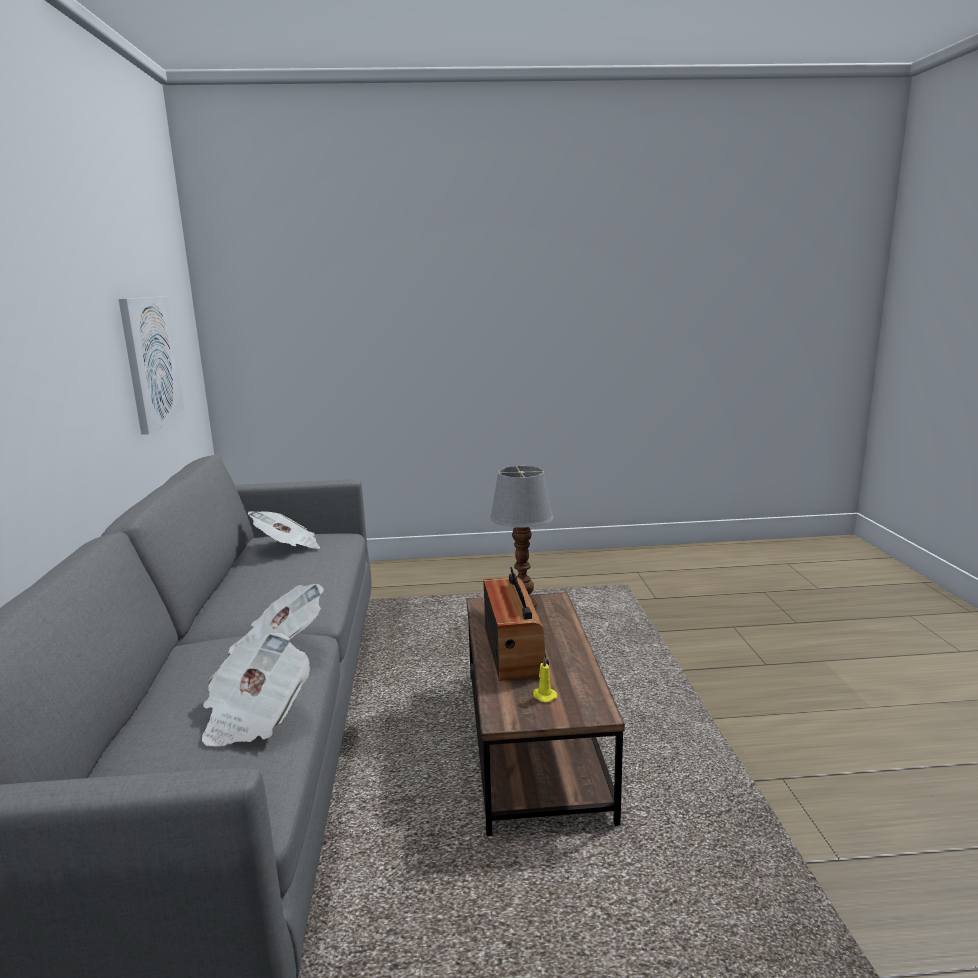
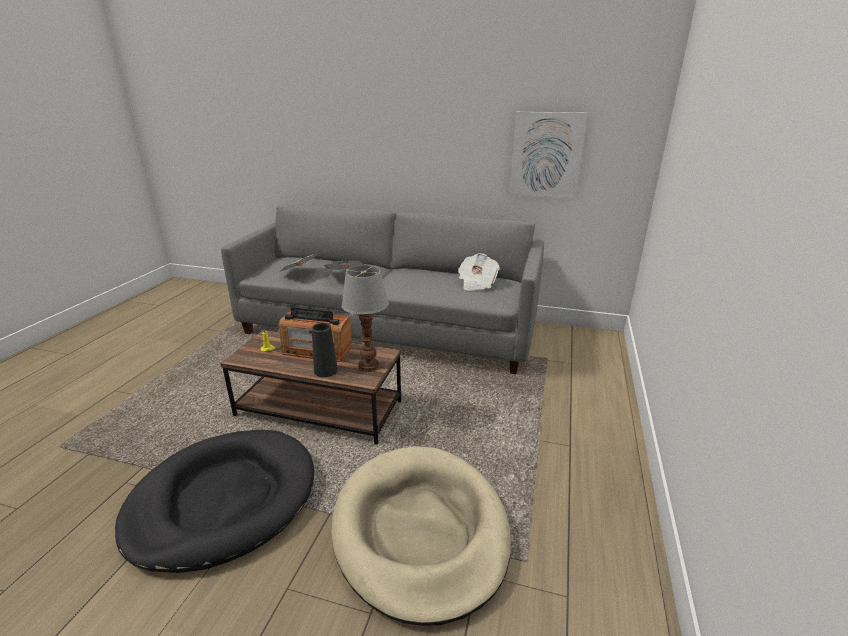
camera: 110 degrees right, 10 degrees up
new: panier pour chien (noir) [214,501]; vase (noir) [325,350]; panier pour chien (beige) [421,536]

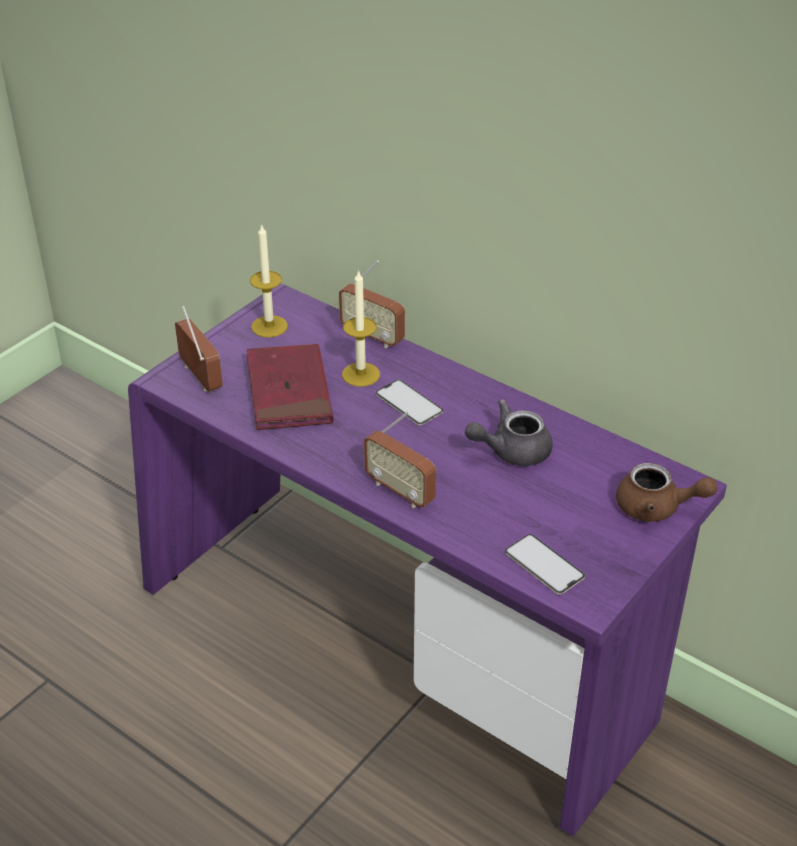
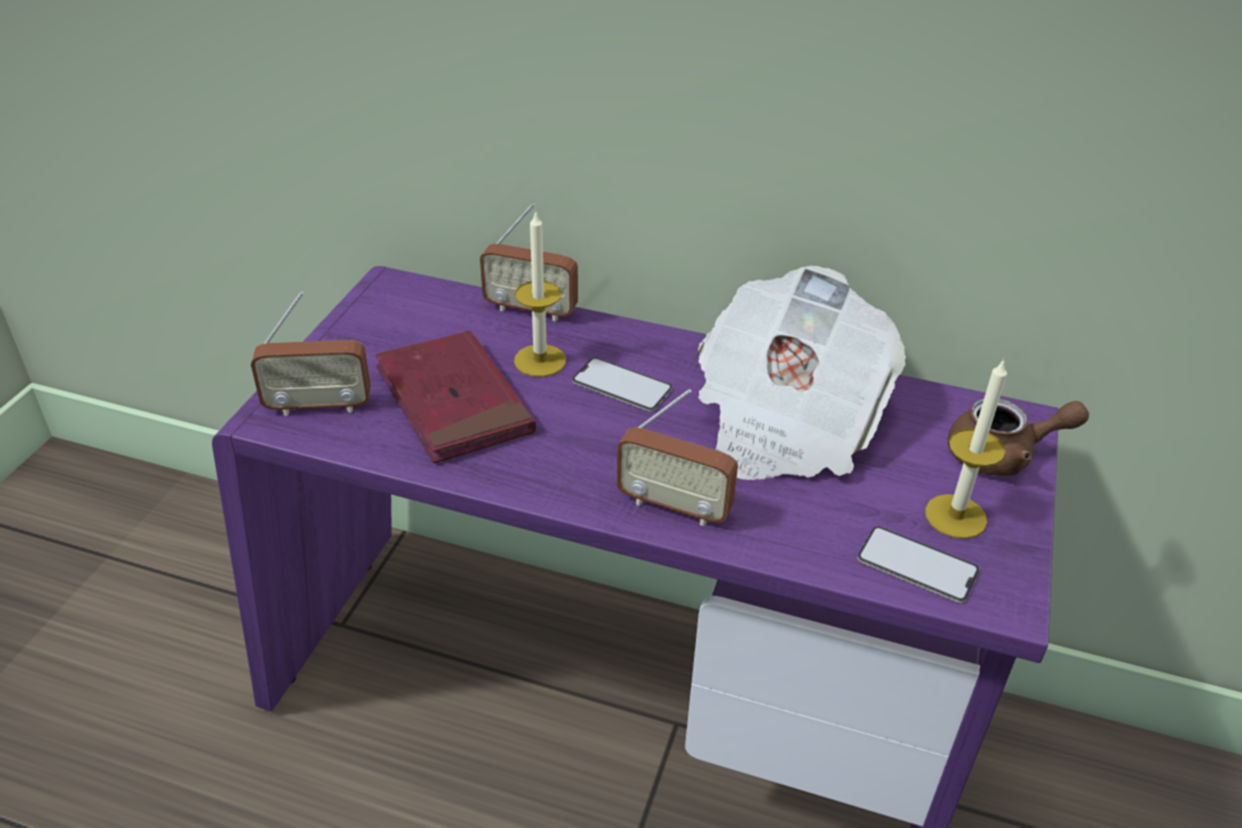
camera: 20 degrees left, 0 degrees up
shifted: bougie [269,281] to [966,448]
swapped: théière (gris) [509,432] to journal [801,373]
rotated: radio [199,348] = [311,353] 135 degrees clockwise

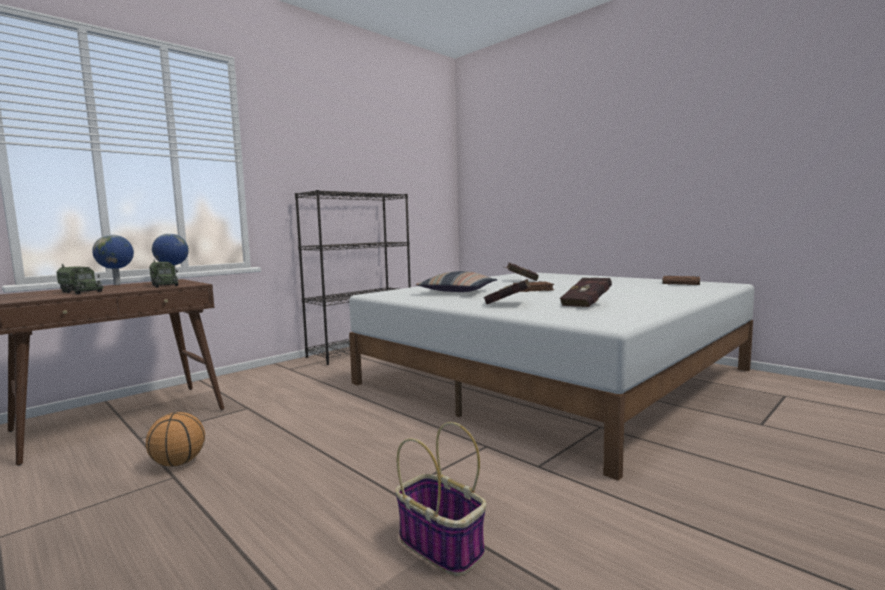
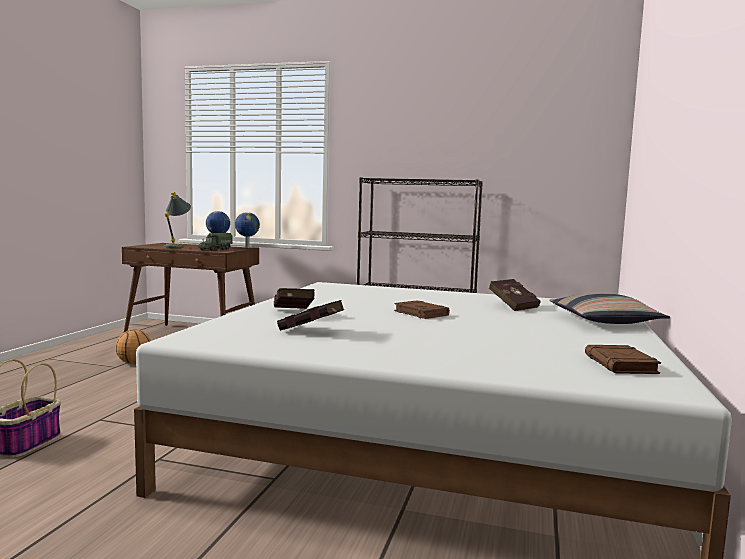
camera: 60 degrees right, 0 degrees up
shifted: coussin [456,281] to [610,308]
swapped: camion jouet [80,279] to lampe de table (gris) [177,220]

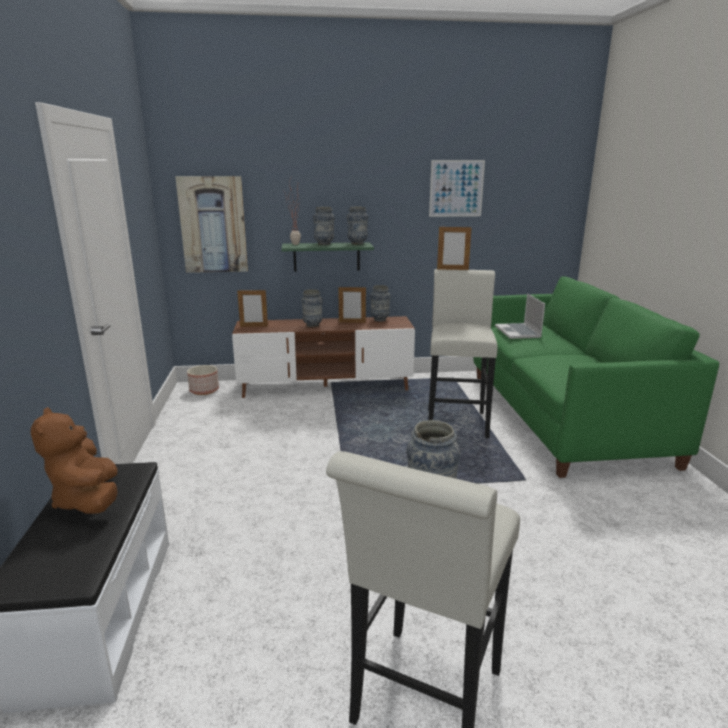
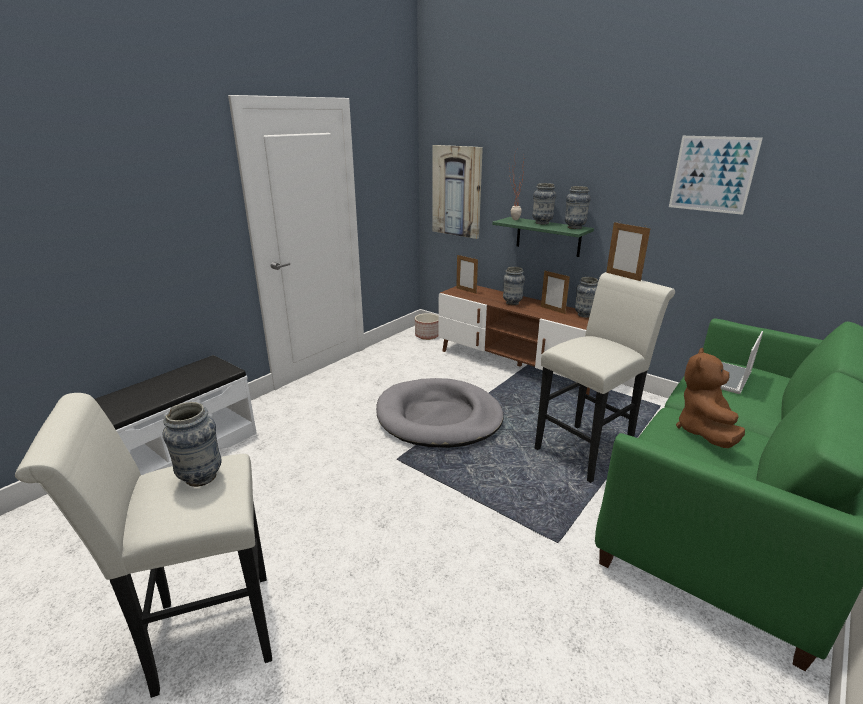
camera: 45 degrees right, 5 degrees up
new: panier pour chien (gris) [439,413]
shifted: peluche (marron) [74,460] to [710,398]

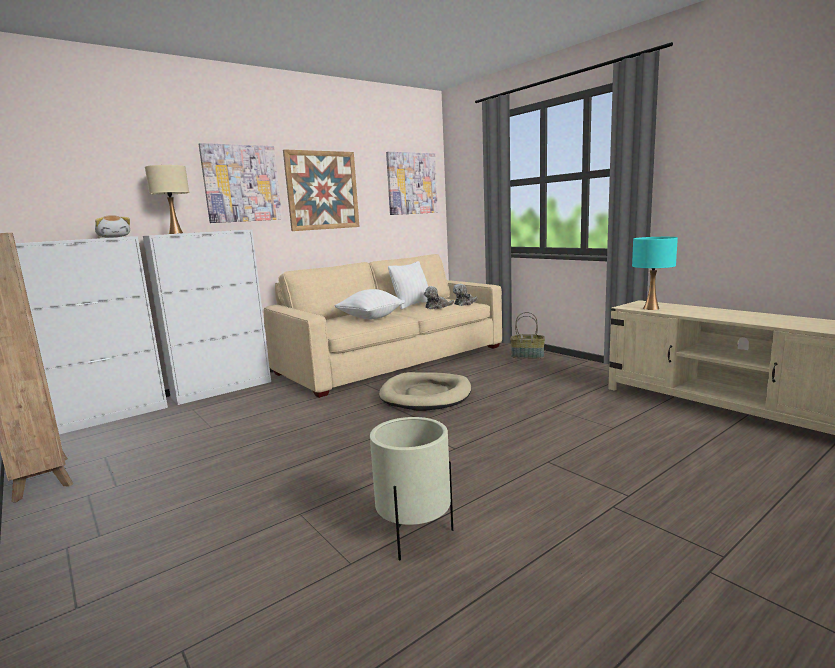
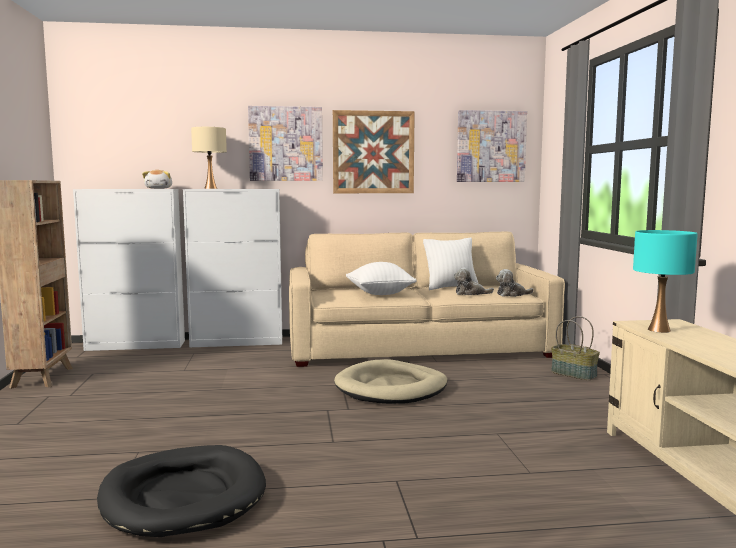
camera: 30 degrees right, 5 degrees down
swapped: cache-pot (beige) [411,488] to panier pour chien (noir) [181,491]

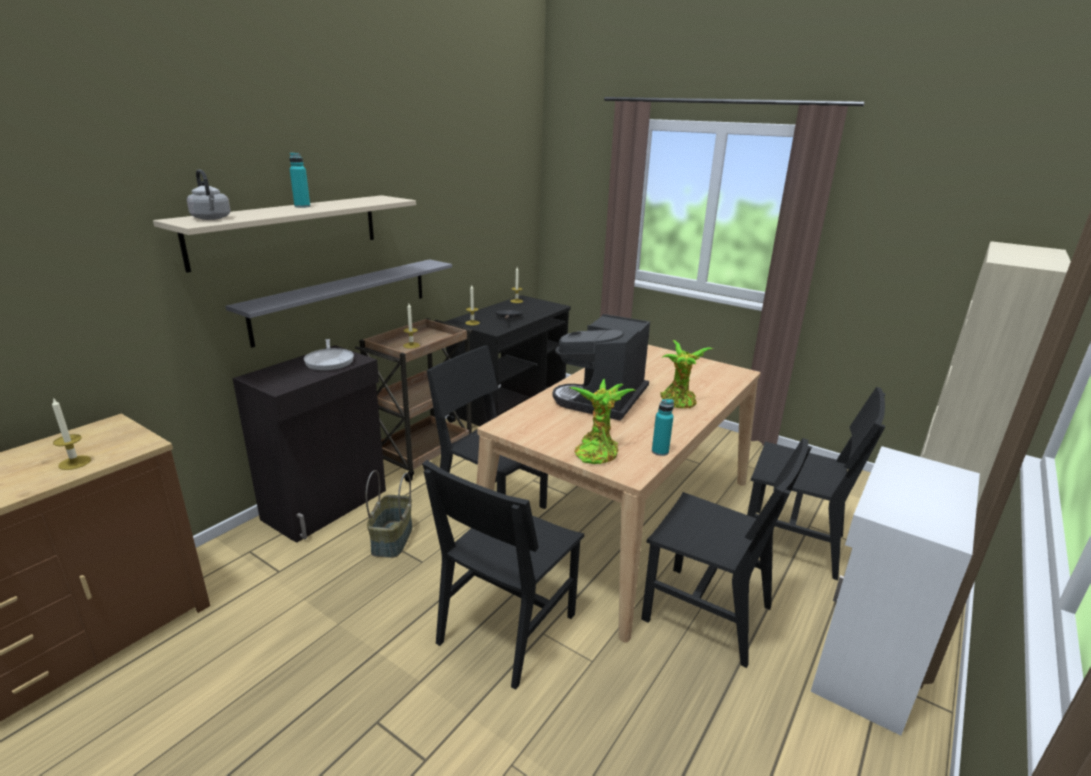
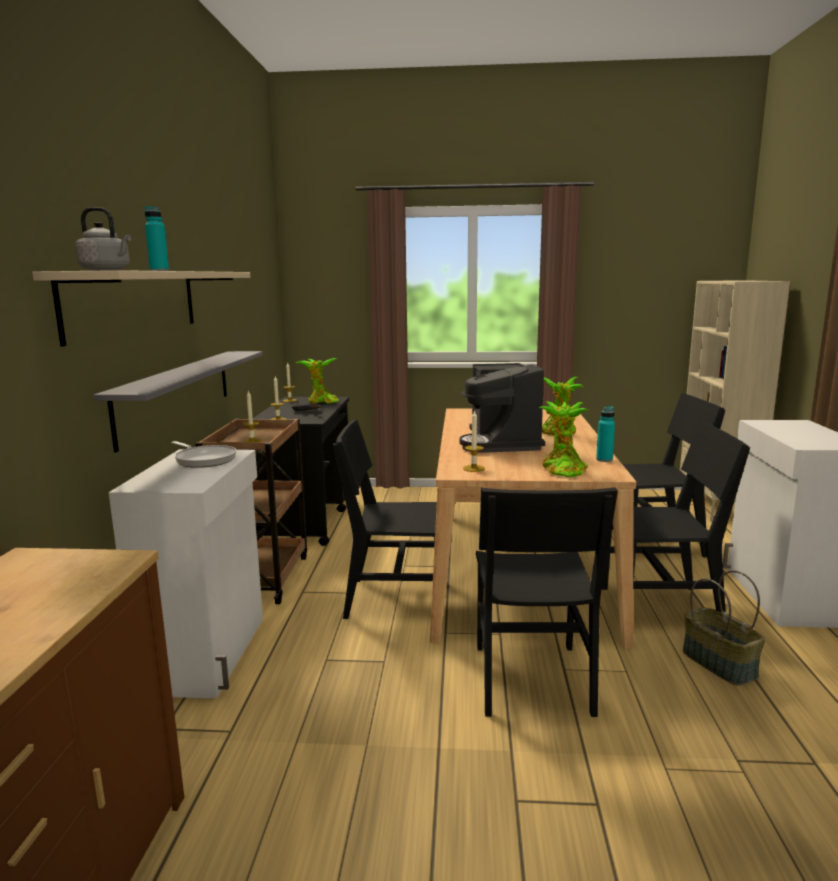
camera: 30 degrees left, 10 degrees down
new: plante en pot [317,381]
shifted: bougie [71,433] to [474,441]; panier [389,514] to [724,627]
repainted: meuble de rangement (noir) [309,444] to meuble de rangement (blanc) [186,573]

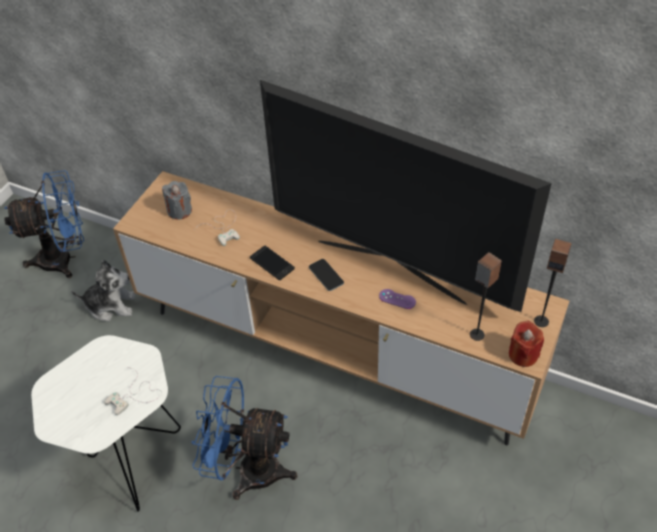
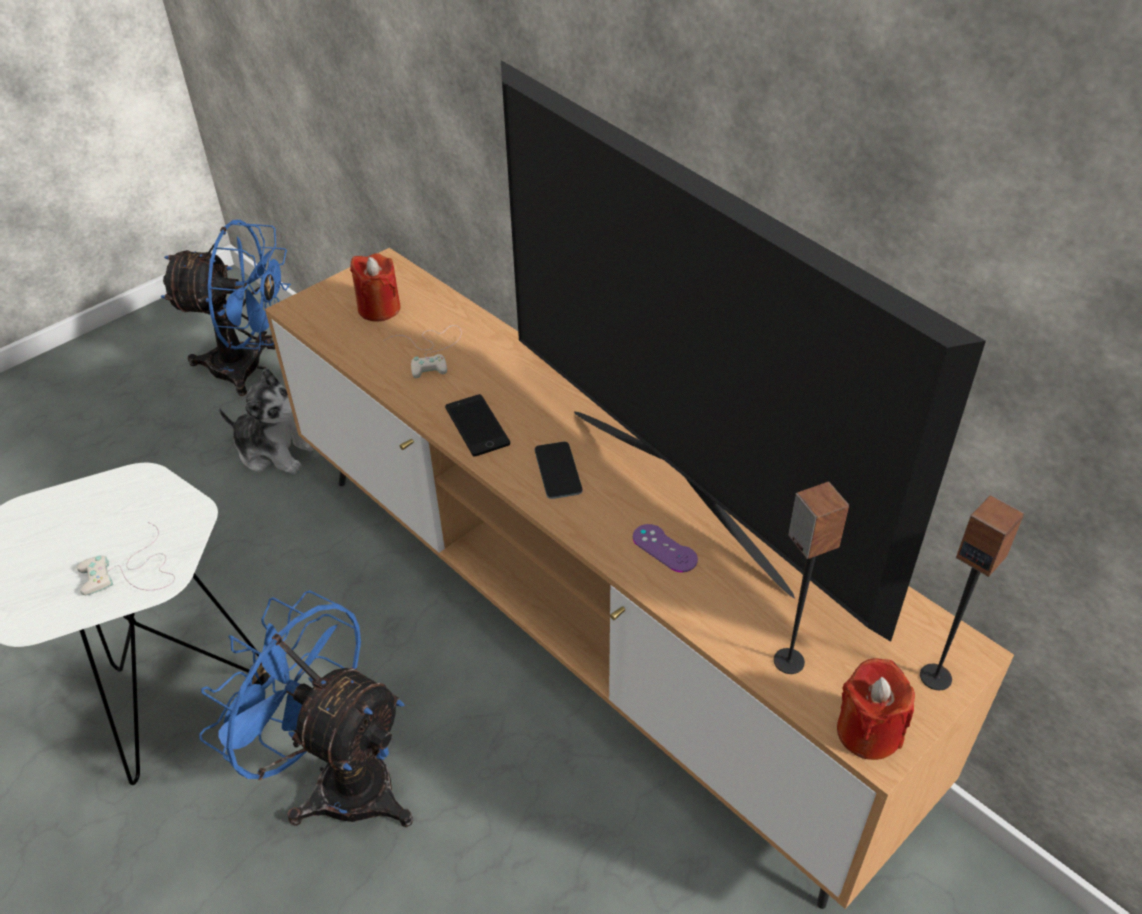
camera: 20 degrees right, 5 degrees down
repainted: bougie (gris) [177,200] to bougie (rouge) [375,287]

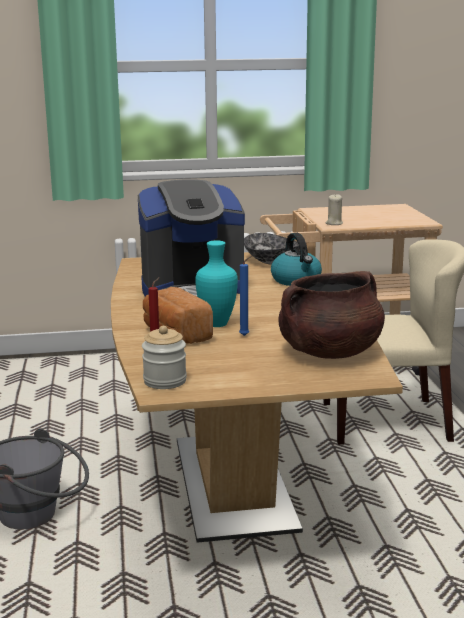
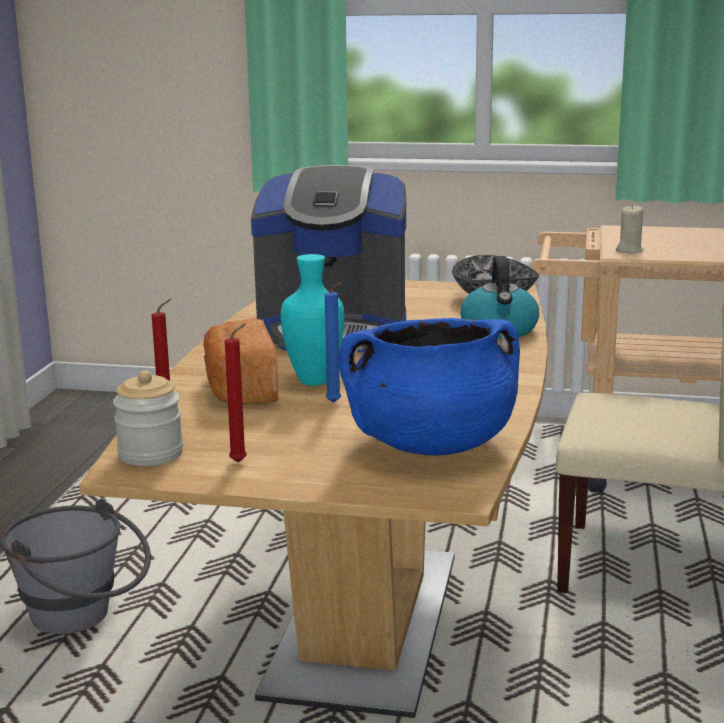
camera: 20 degrees right, 0 degrees up
new: bougie (rouge) [236,393]
repainted: marmite (marron) [332,315] to marmite (bleu) [429,386]

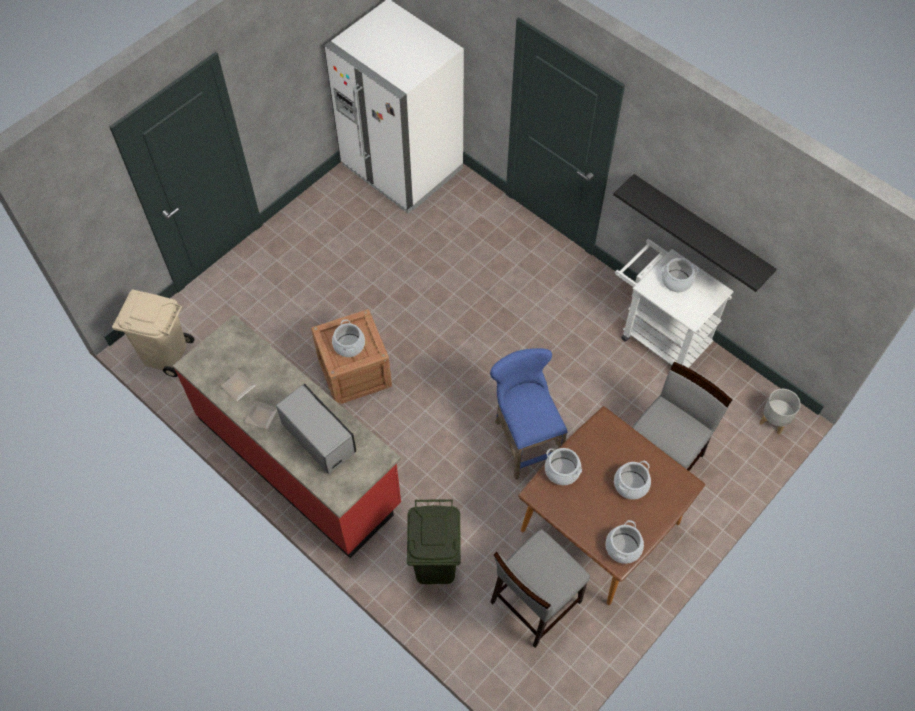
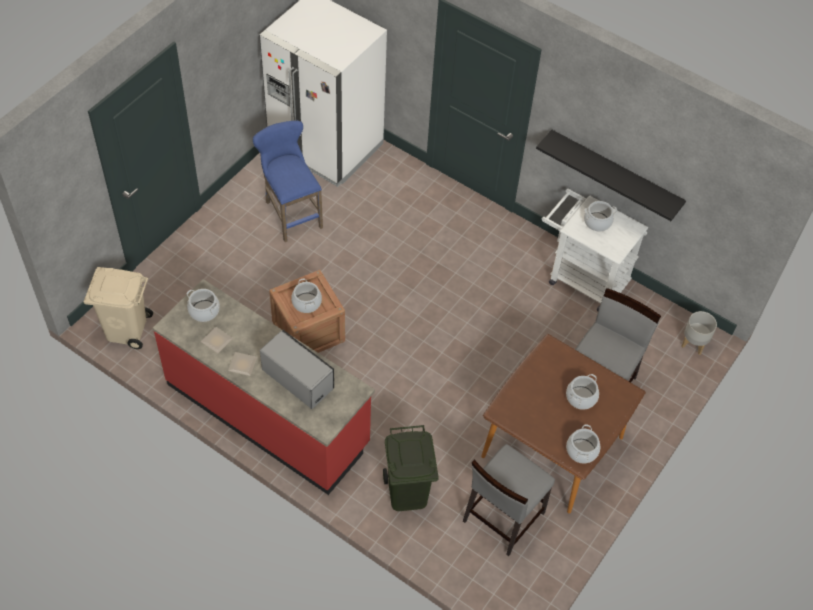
camera: 10 degrees left, 5 degrees down
shifted: tabouret (bleu) [529,413] to [288,181]; marmite [563,466] to [203,305]

